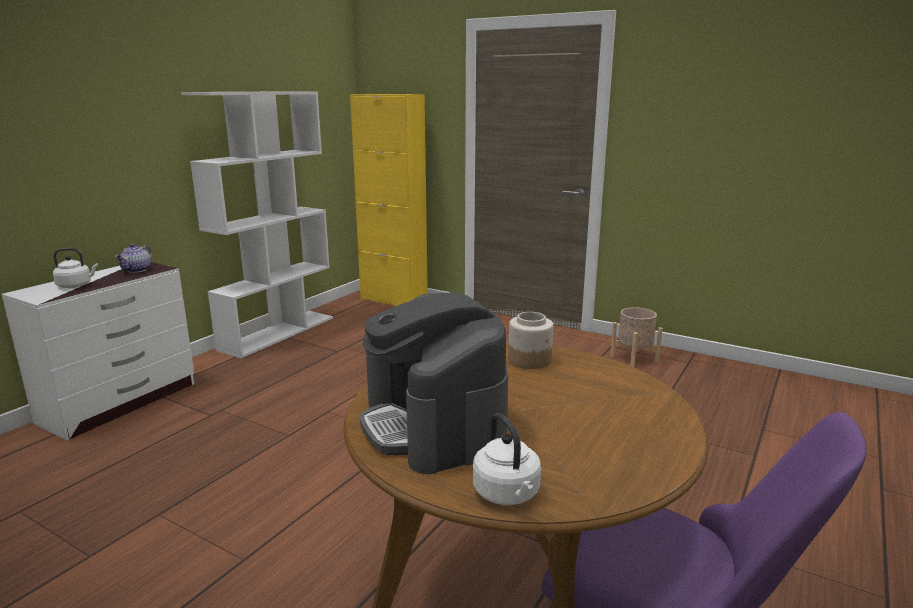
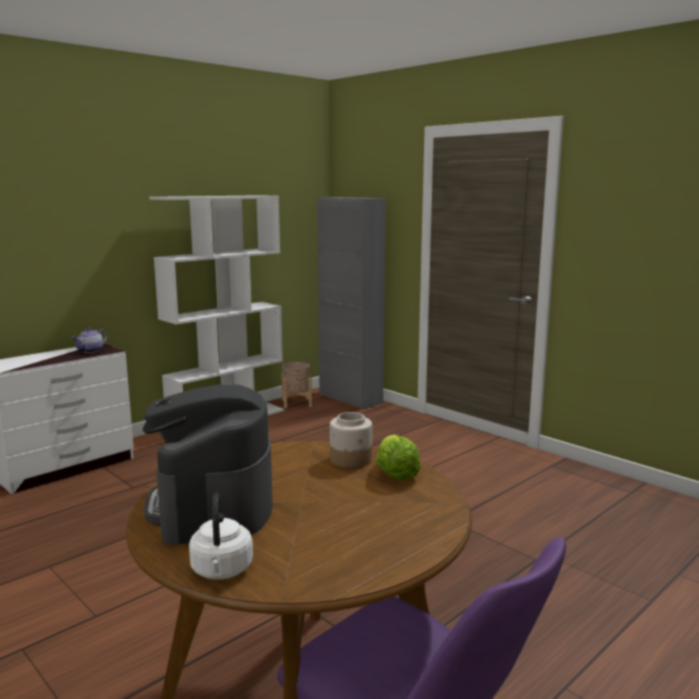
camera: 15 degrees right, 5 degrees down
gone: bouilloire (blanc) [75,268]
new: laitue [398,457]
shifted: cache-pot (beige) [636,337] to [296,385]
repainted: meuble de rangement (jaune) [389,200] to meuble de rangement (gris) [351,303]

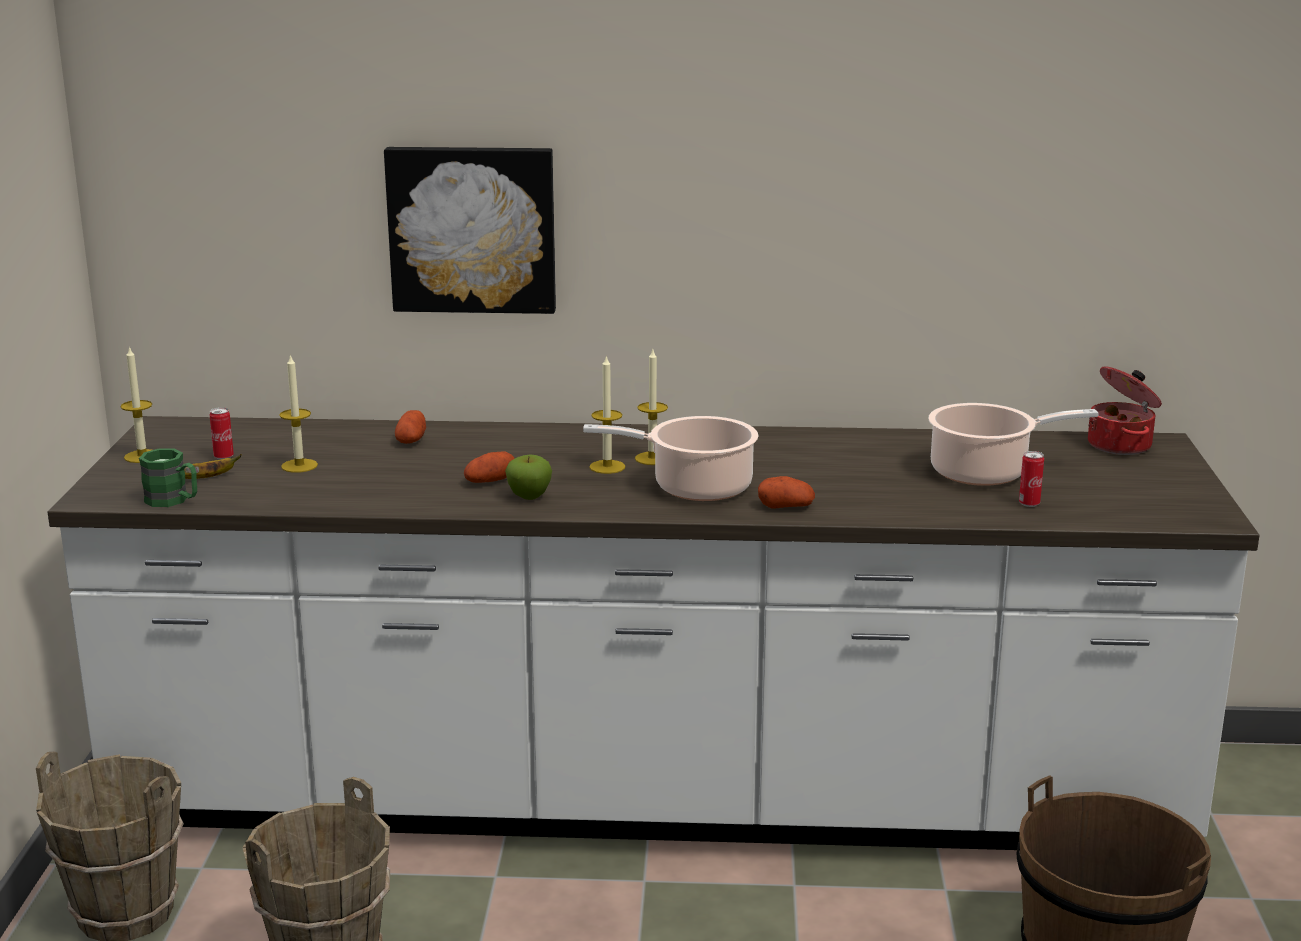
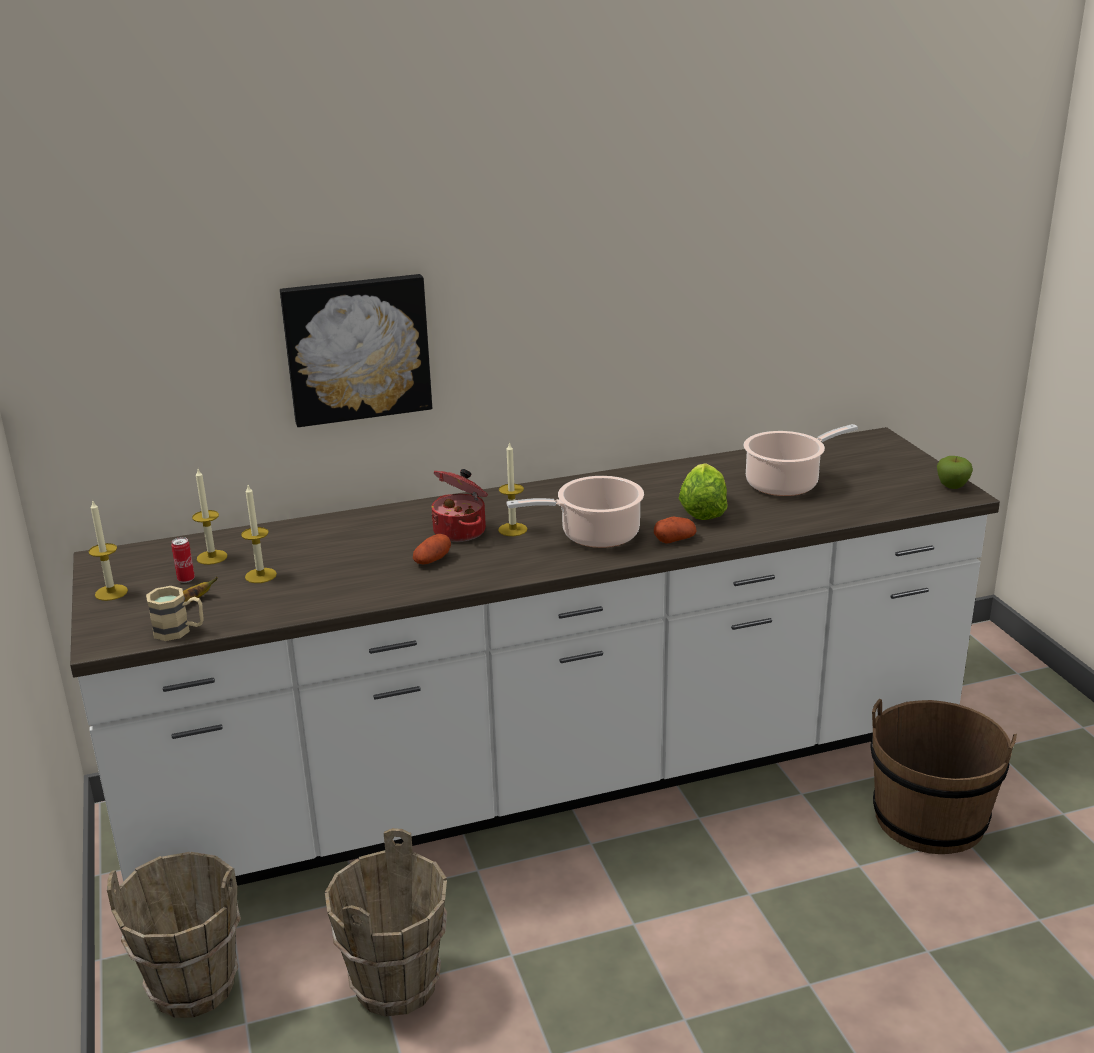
camera: 20 degrees left, 5 degrees up
gone: pomme de terre [410,427]; boîte métallique [1031,479]
new: laitue [703,491]
shifted: pomme [528,477] to [955,472]; bougie [651,407] to [209,517]; marmite [1125,410] to [459,505]
repainted: mug (vert) [168,478] to mug (beige) [175,613]

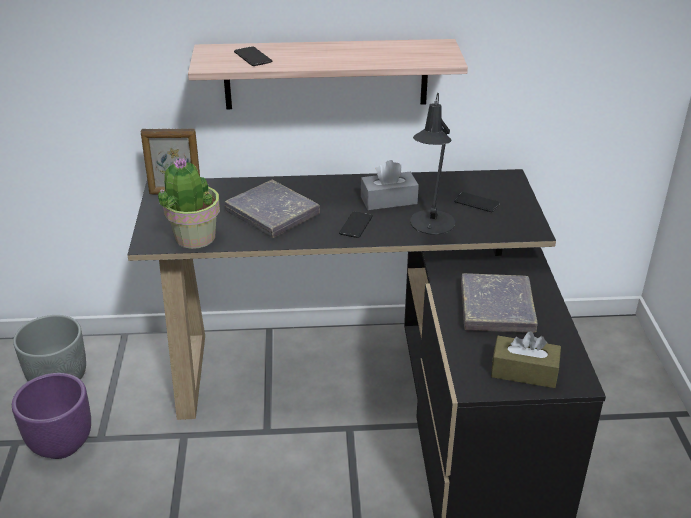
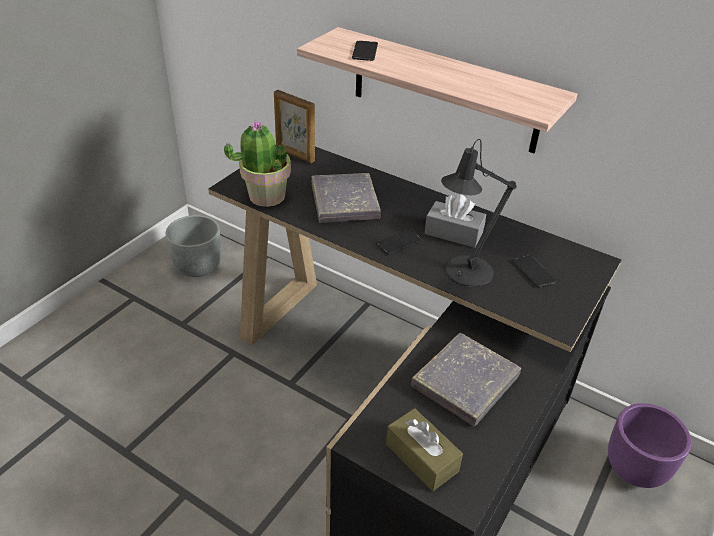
camera: 35 degrees right, 5 degrees up
shifted: cache-pot (violet) [51,416] to [650,445]

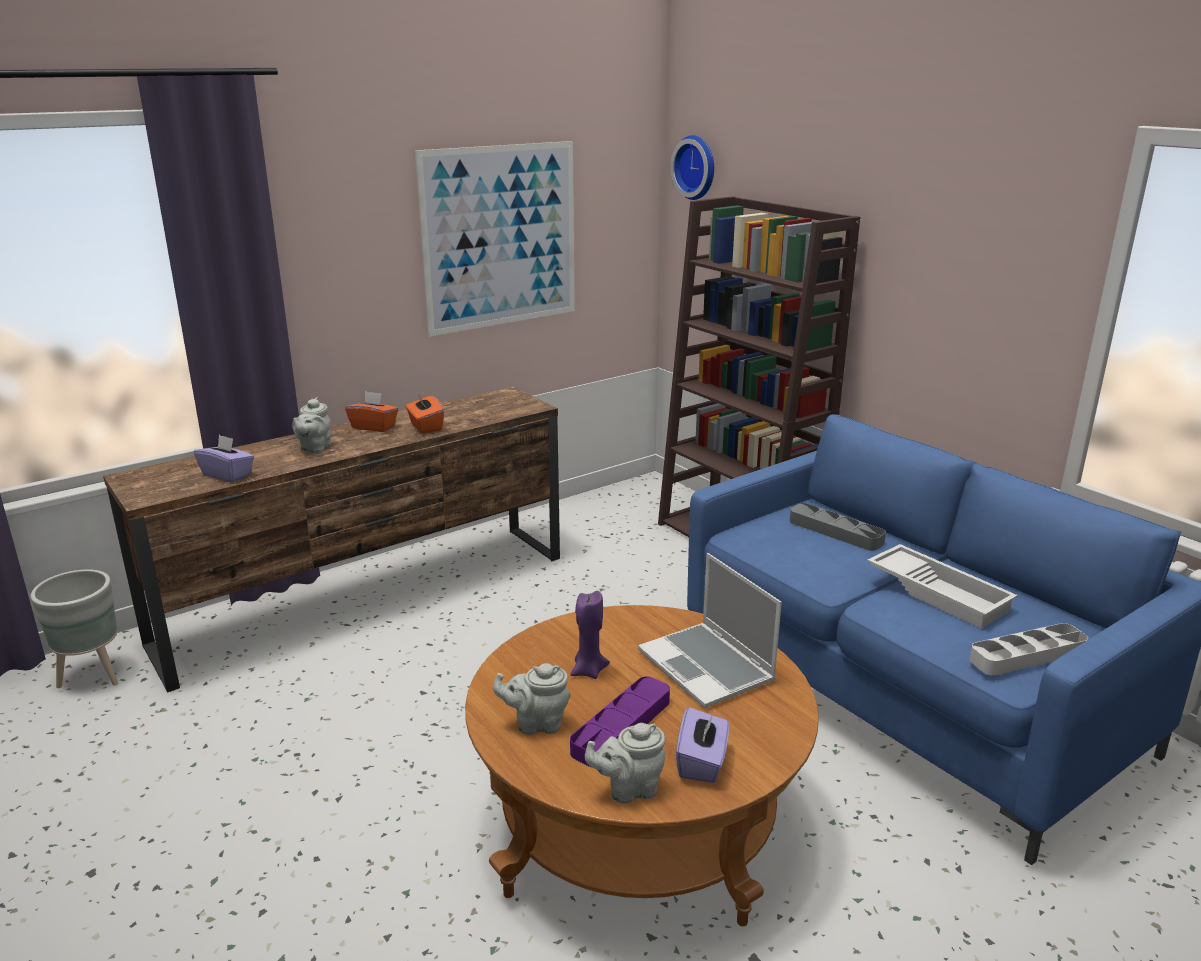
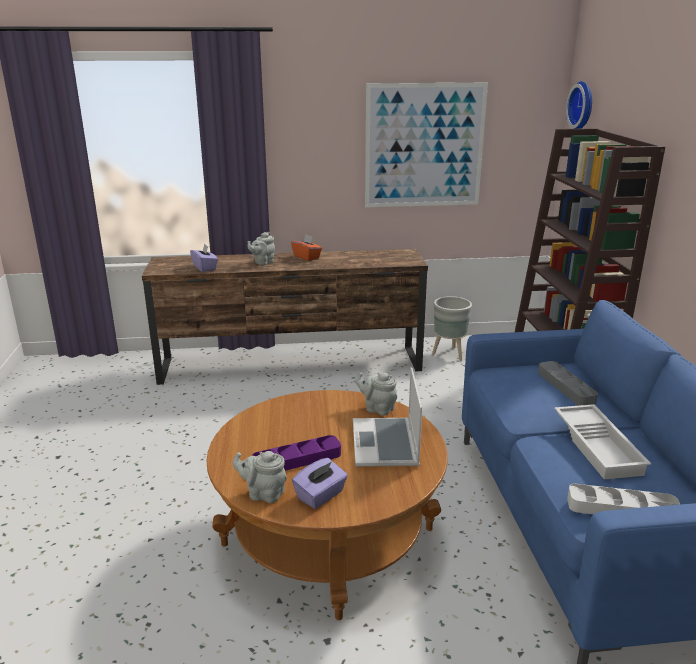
camera: 30 degrees right, 0 degrees up
gone: boîte à mouchoirs (orange) [425,413]; bougie (violet) [590,635]
shifted: cache-pot (gris) [74,628] to [452,328]; théière (gris) [531,699] to [376,394]

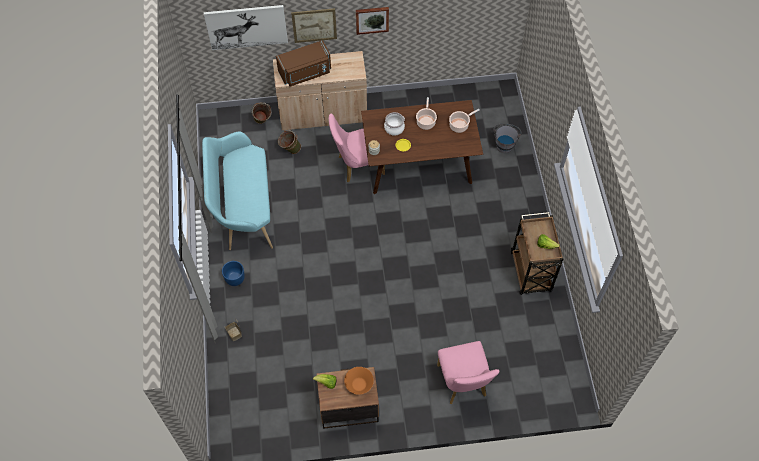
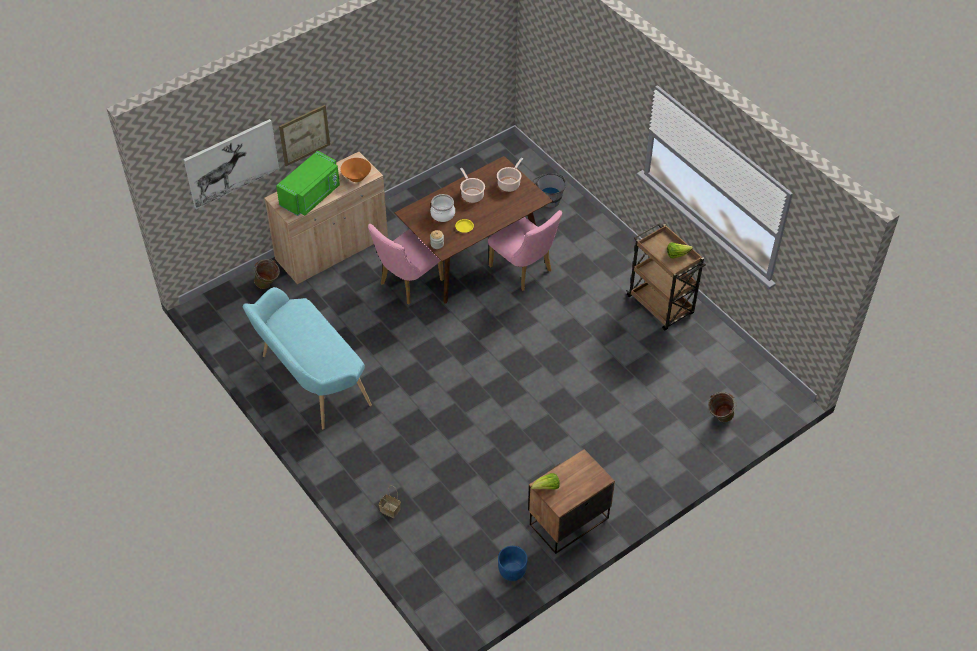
camera: 30 degrees left, 10 degrees down
gone: tableau [372,21]
shifted: cache-pot (bleu) [233,273] to [513,563]; seau (vert) [289,142] to [722,407]; bol (orange) [359,381] to [355,170]; chaise (rose) [468,372] to [525,250]
repainted: micro-ondes (marron) [303,63] to micro-ondes (vert) [308,183]

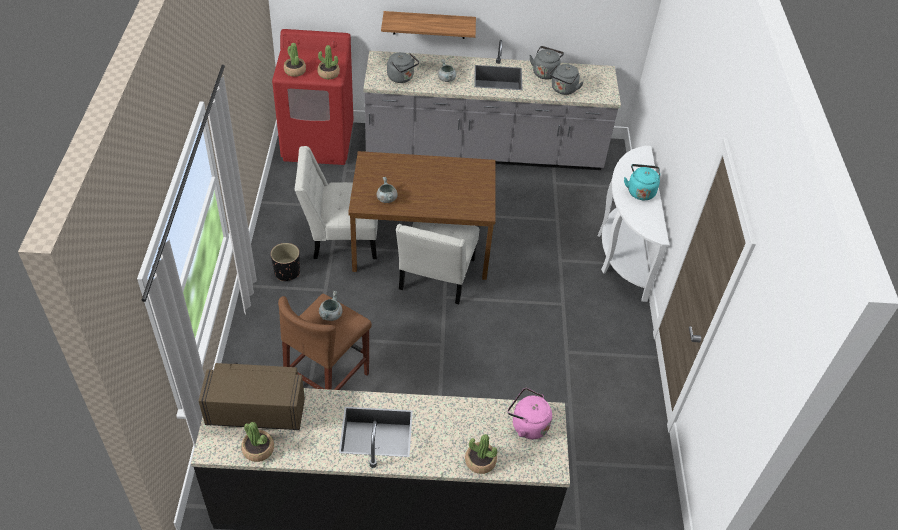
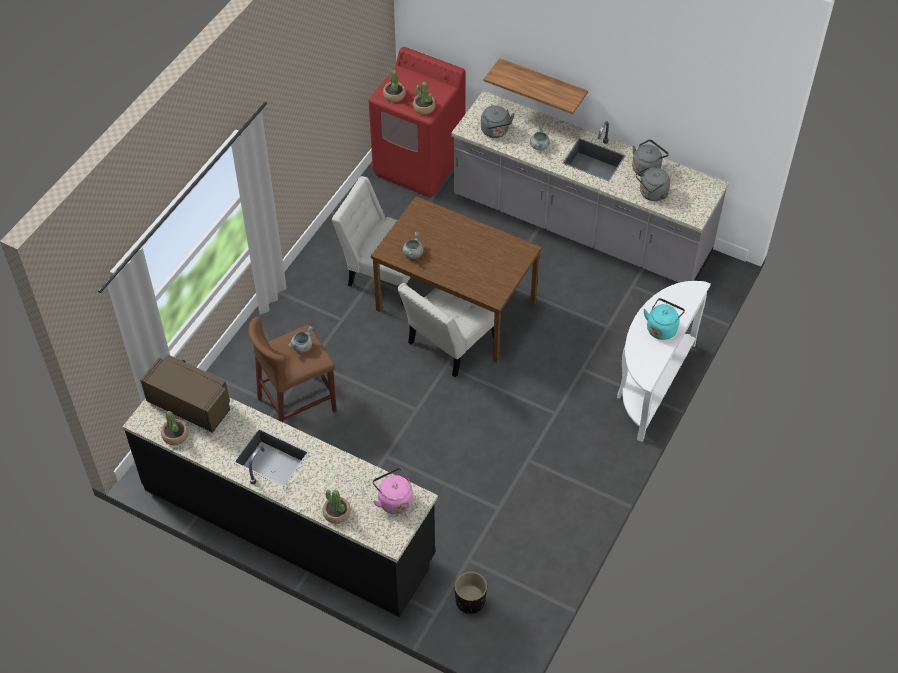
camera: 30 degrees right, 5 degrees up
shifted: cache-pot (noir) [285,262] to [470,592]

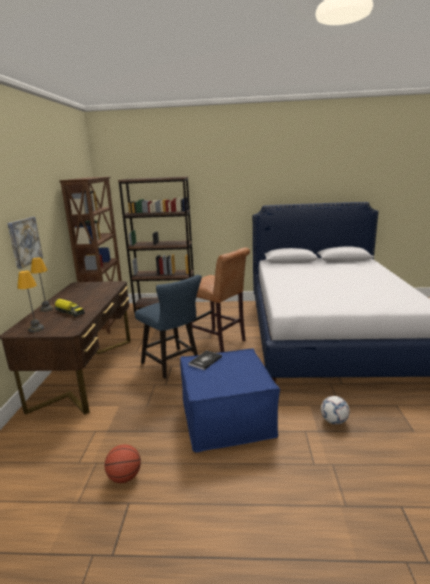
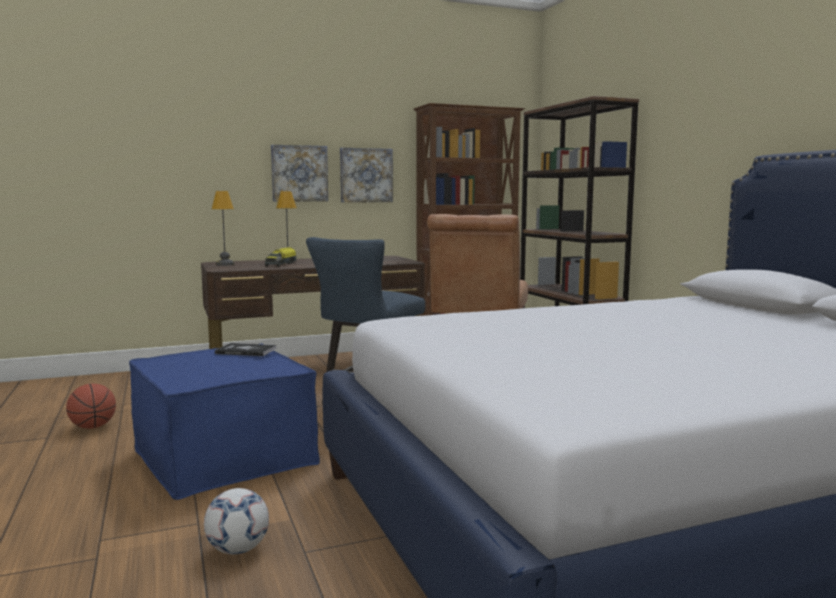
camera: 65 degrees right, 10 degrees down
new: tableau [366,175]

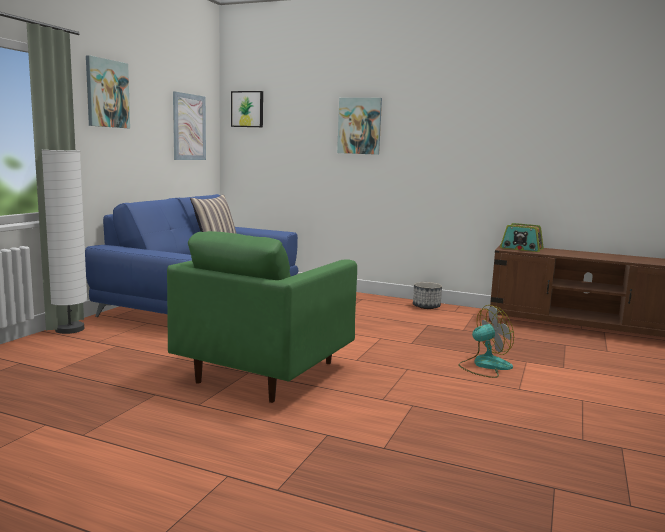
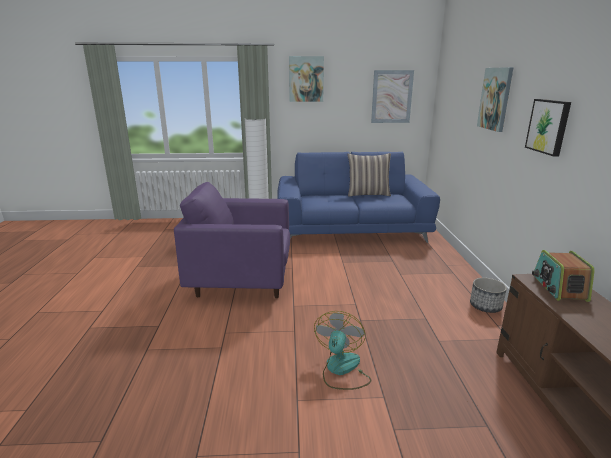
camera: 65 degrees right, 10 degrees up
shifted: tableau [247,109] to [548,127]
repainted: fauteuil (vert) [262,317] to fauteuil (violet) [232,240]
rotated: ventilateur [486,341] = [342,350] 120 degrees counterclockwise

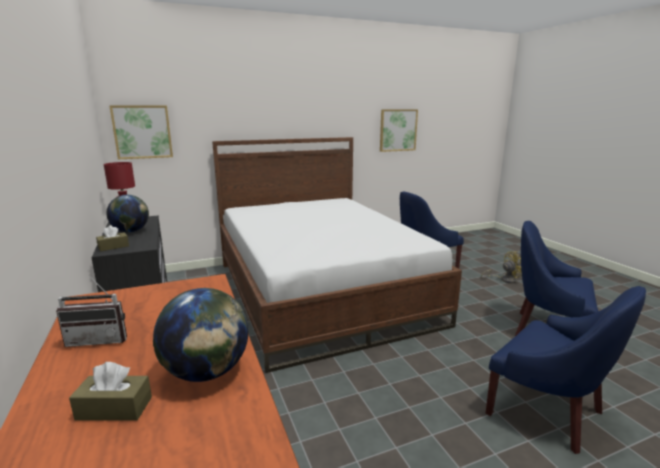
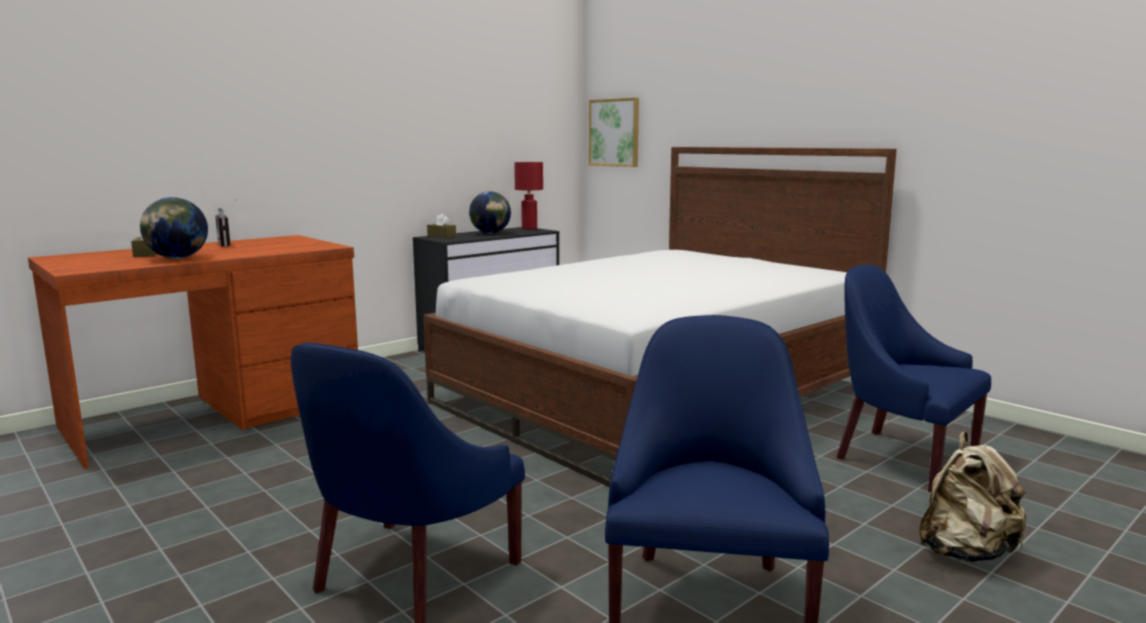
camera: 70 degrees right, 5 degrees down
gone: tableau [399,130]
swapped: ventilateur (jaune) [501,267] to sac à dos (beige) [973,497]

